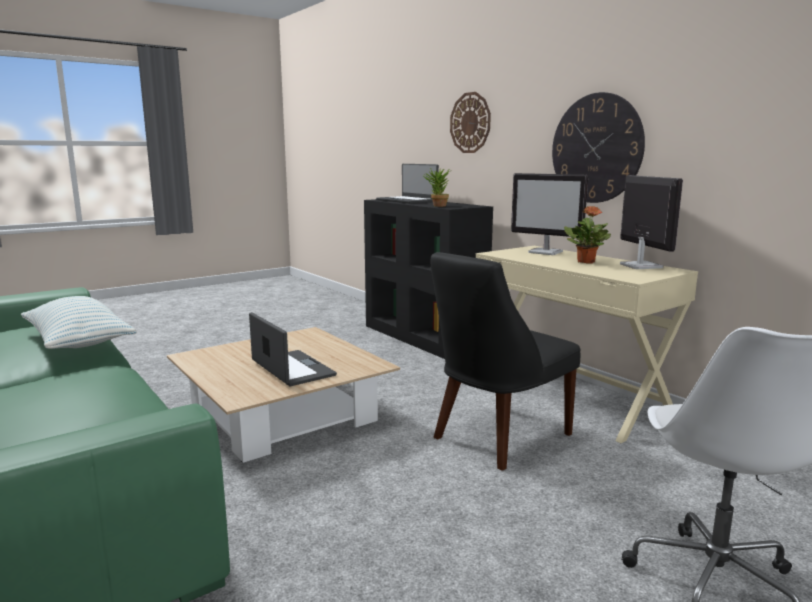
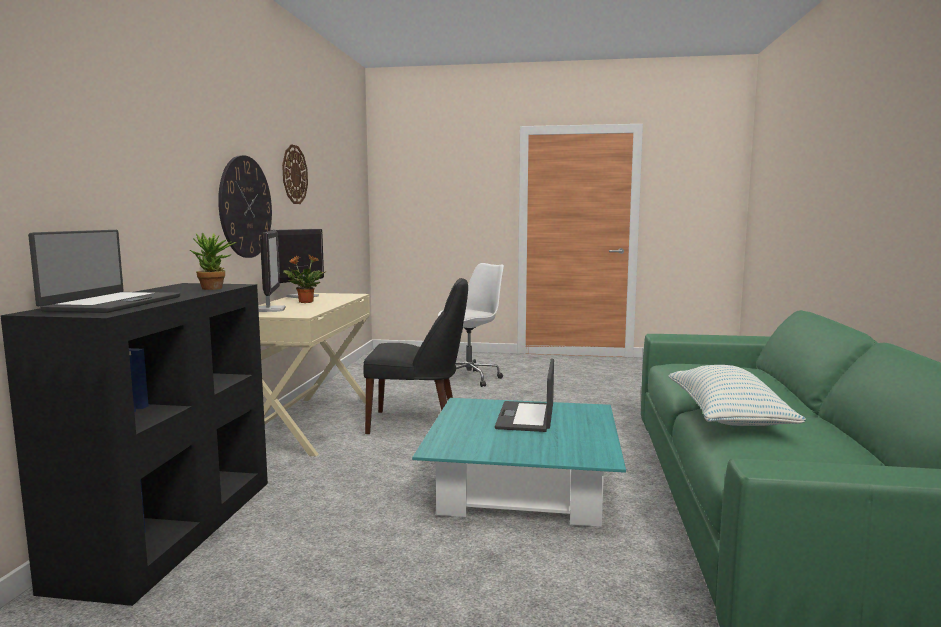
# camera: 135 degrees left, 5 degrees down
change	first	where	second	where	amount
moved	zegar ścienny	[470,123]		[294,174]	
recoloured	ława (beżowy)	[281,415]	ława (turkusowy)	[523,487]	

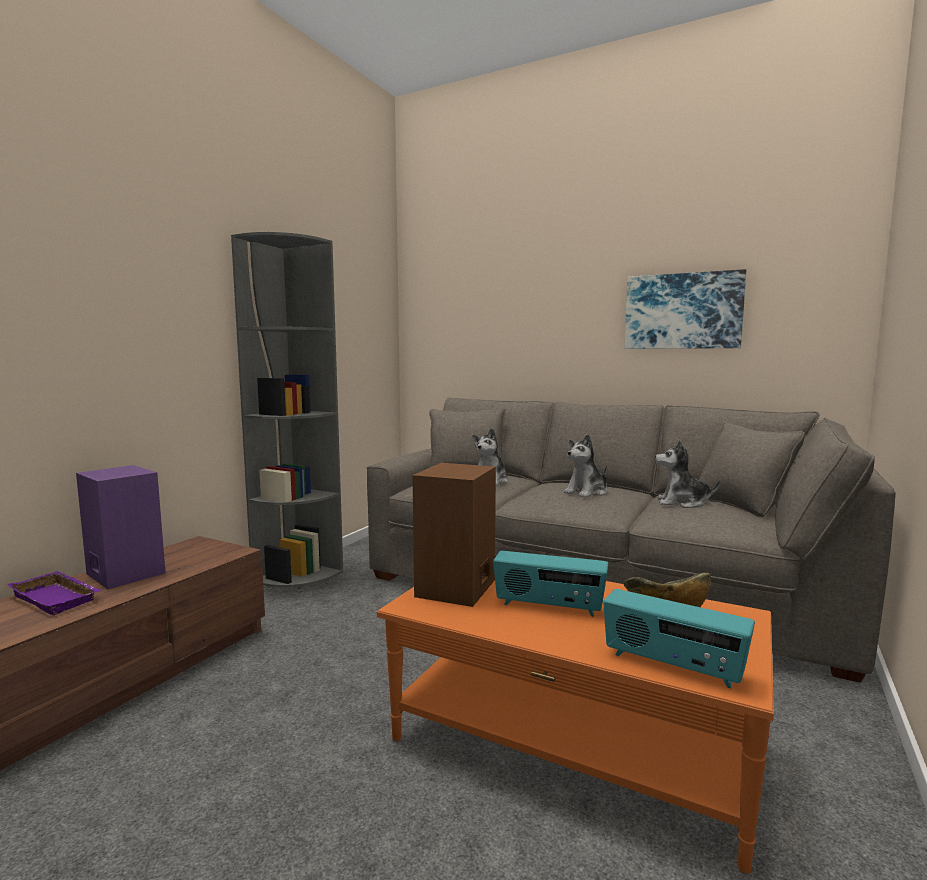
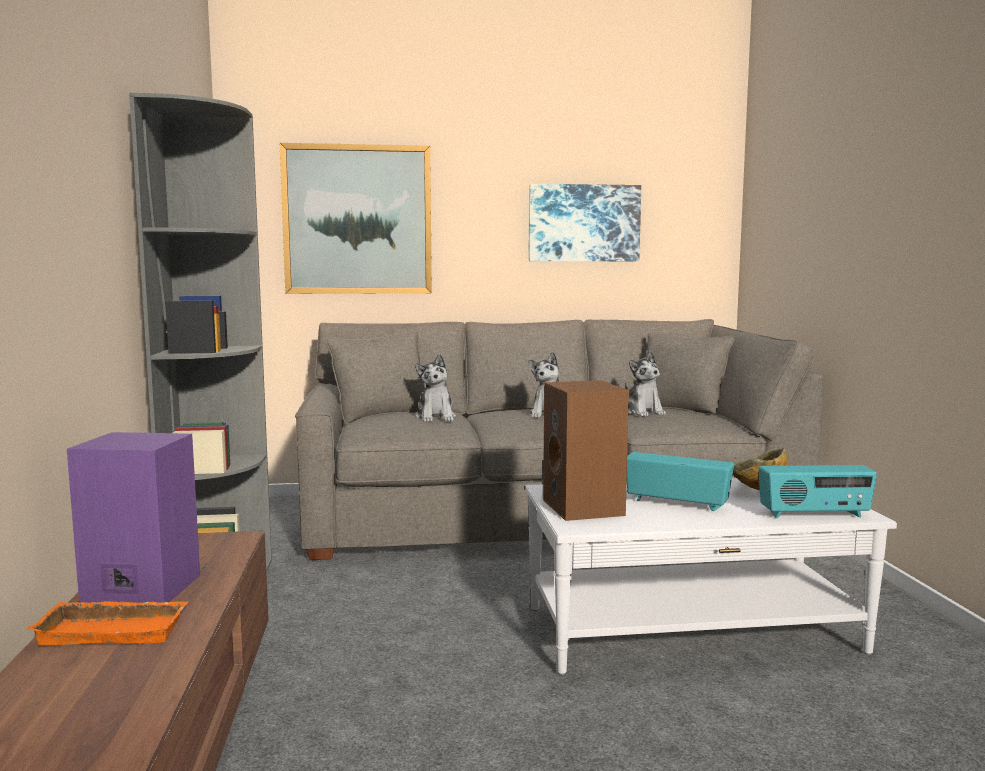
# camera: 35 degrees left, 0 degrees up
change	first	where	second	where	amount
turned	pluszak	[682,503]		[642,412]	90 degrees counterclockwise
turned	radio	[549,607]		[677,503]	135 degrees counterclockwise
recoloured	taca (fioletowy)	[59,598]	taca (pomarańczowy)	[116,630]	
recoloured	ława (pomarańczowy)	[571,747]	ława (biały)	[693,630]	
added			obraz	[357,220]	

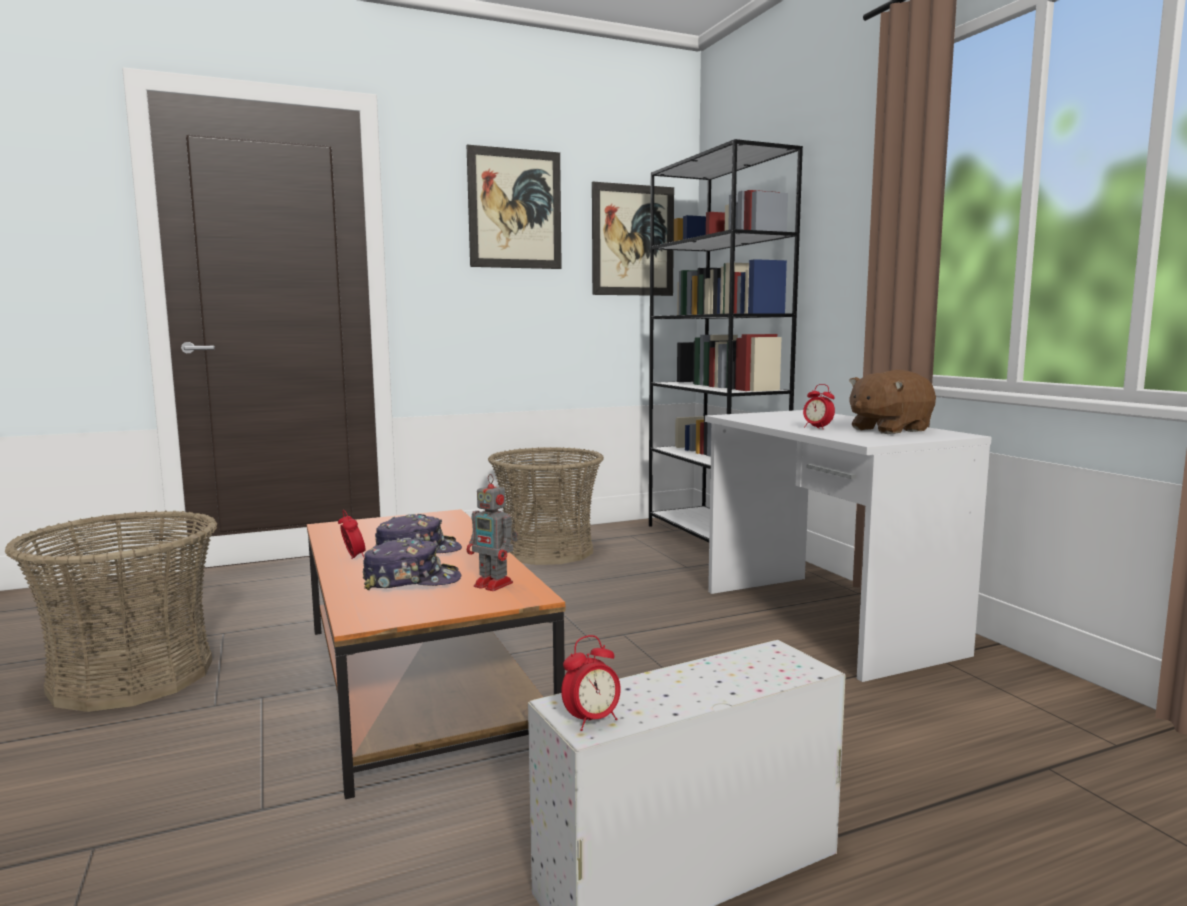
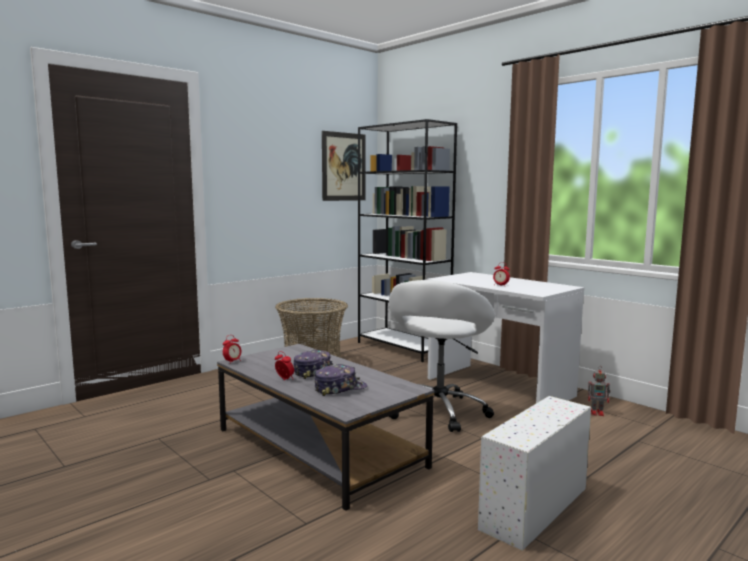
# camera: 20 degrees left, 0 degrees up
change	first	where	second	where	amount
removed	obraz	[515,209]			
removed	pluszak (brązowy)	[888,430]			
moved	robot zabawkowy	[495,585]		[597,413]	
recoloured	ława (pomarańczowy)	[418,681]	ława (szary)	[318,448]	
removed	koszyk	[132,676]			
moved	budzik	[592,721]		[232,361]	
added			krzesło biurowe (biały)	[437,412]	

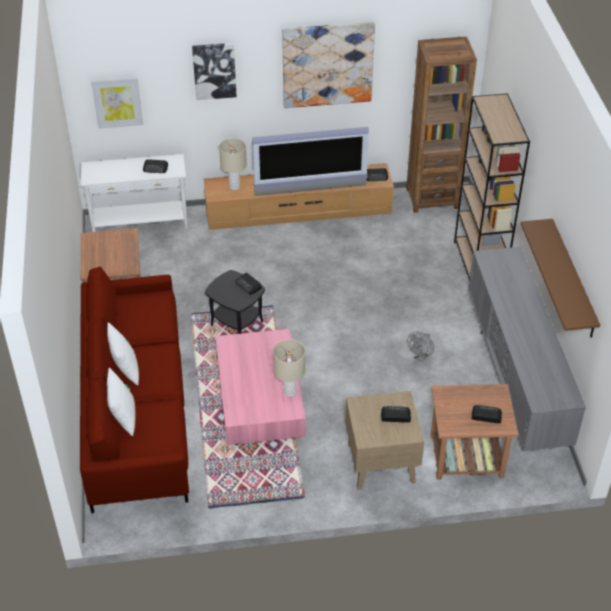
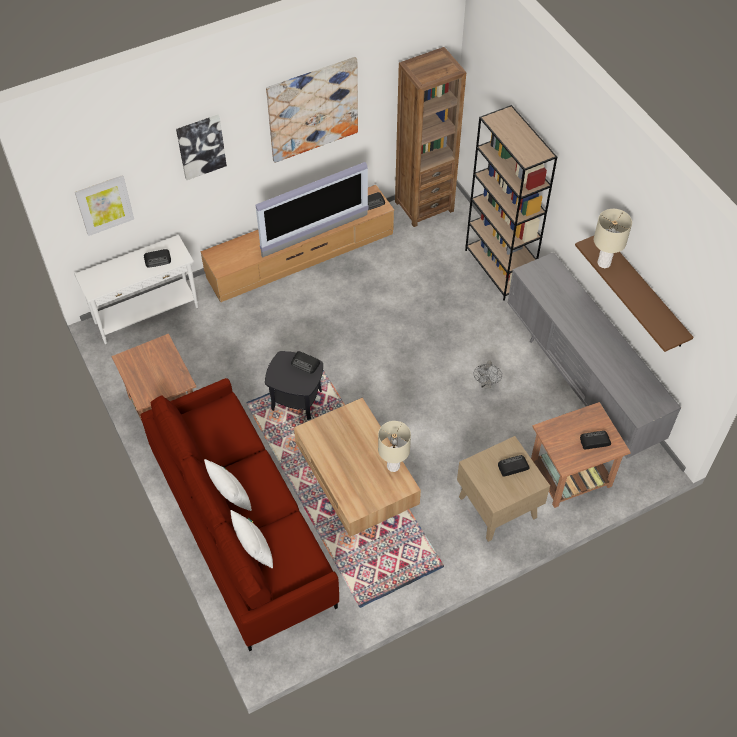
# camera: 20 degrees left, 10 degrees up
change	first	where	second	where	amount
moved	lampa stołowa (beżowy)	[234,186]		[603,263]	
recoloured	ława (różowy)	[260,399]	ława (brązowy)	[356,476]	

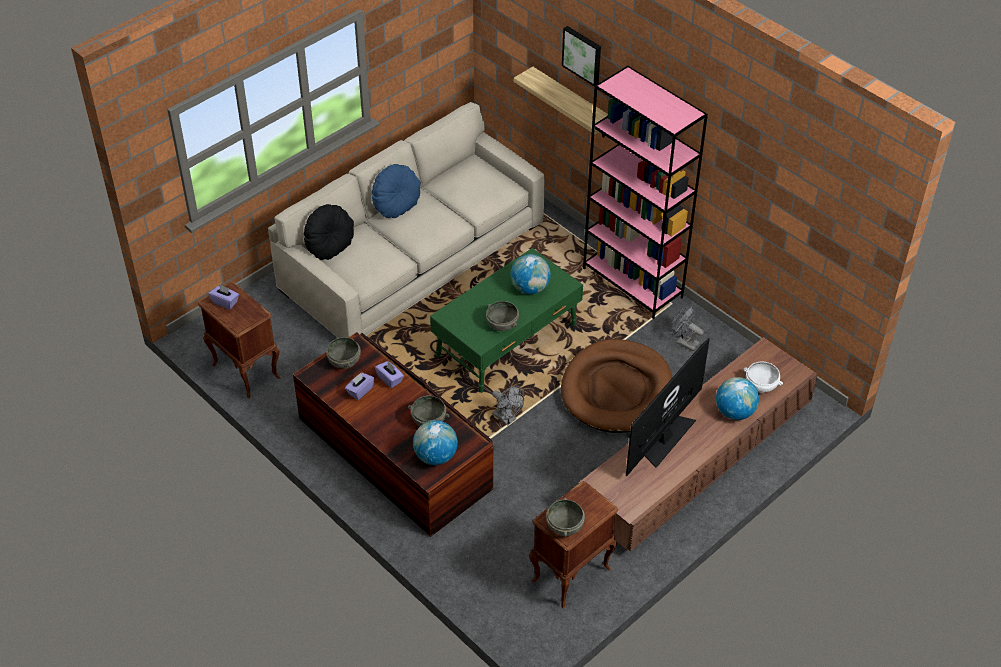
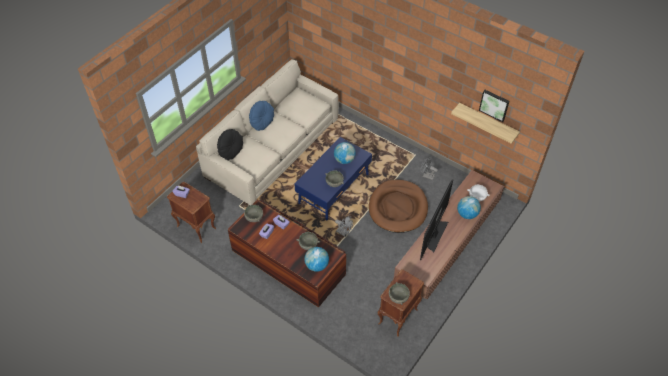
# camera: 10 degrees left, 5 degrees up
change	first	where	second	where	amount
moved	obraz	[583,55]		[494,105]	
removed	regał (różowy)	[633,283]			
moved	półka	[572,103]		[487,123]	
recoloured	ława (zielony)	[507,340]	ława (niebieski)	[334,188]	

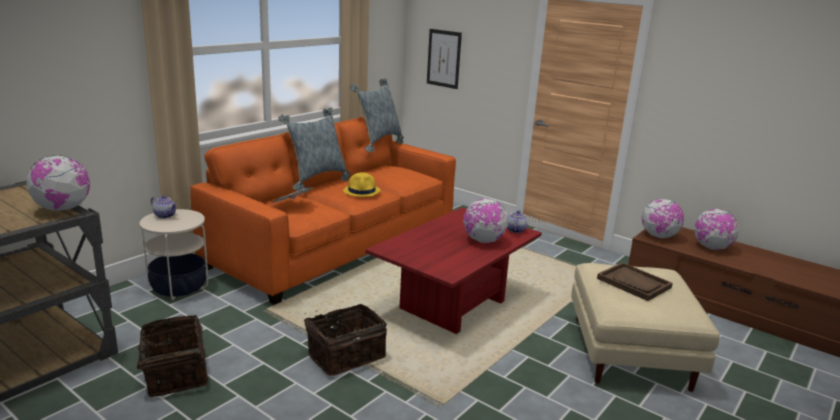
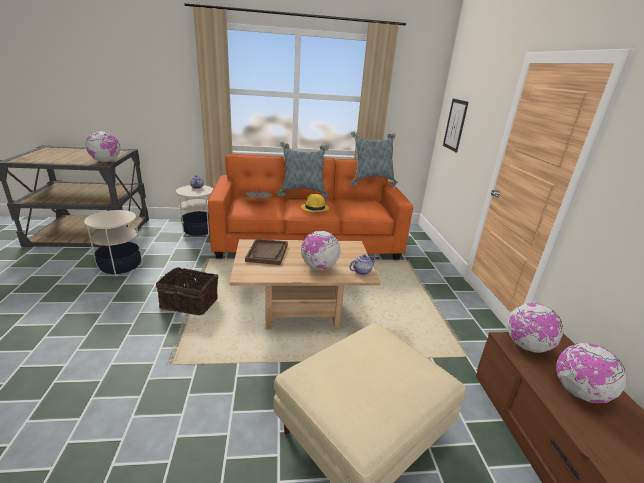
# camera: 45 degrees right, 5 degrees up
change	first	where	second	where	amount
recoloured	ława (czerwony)	[452,305]	ława (beżowy)	[301,310]	
moved	taca (brązowy)	[634,283]		[267,253]	
replaced	koszyk	[174,373]	stolik (beżowy)	[121,267]	

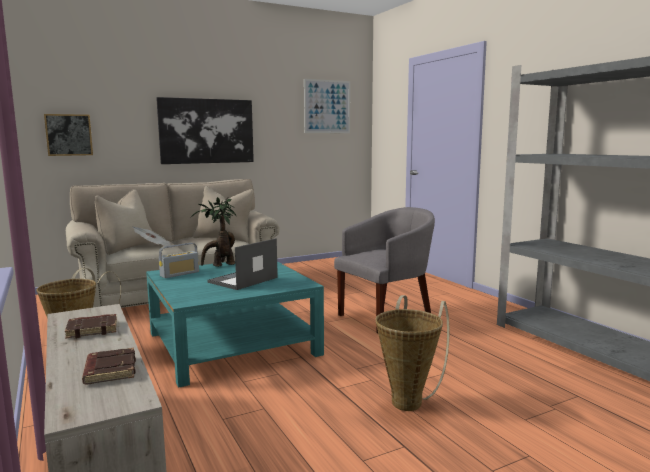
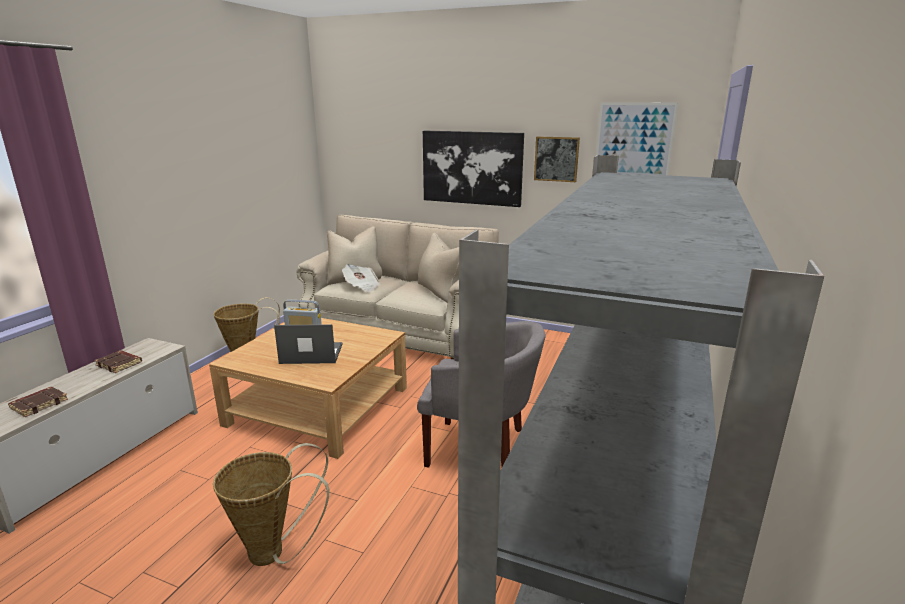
# camera: 50 degrees right, 10 degrees up
change	first	where	second	where	amount
moved	obraz	[69,135]		[556,159]	
removed	roślina doniczkowa	[220,265]			
recoloured	ława (turkusowy)	[232,343]	ława (beżowy)	[319,406]	

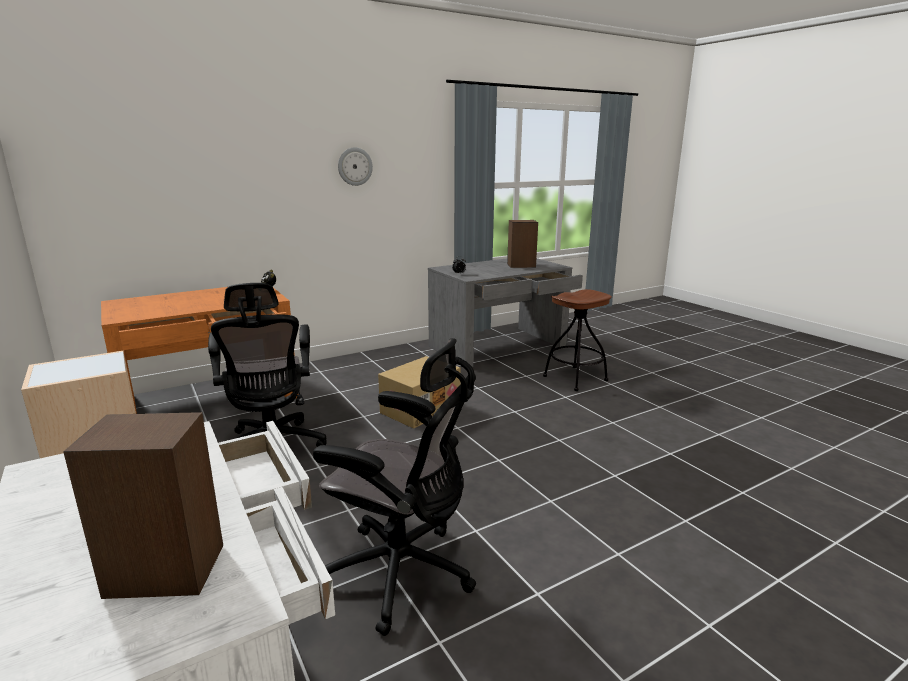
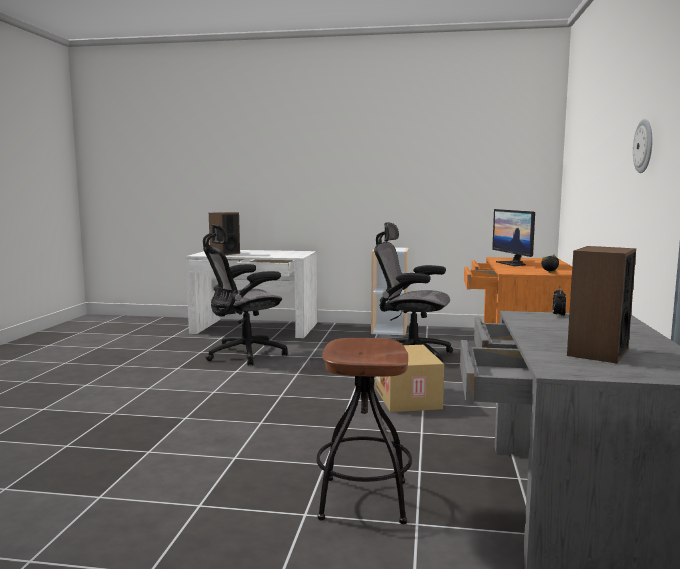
# camera: 130 degrees right, 10 degrees down
change	first	where	second	where	amount
added			monitor	[512,264]	

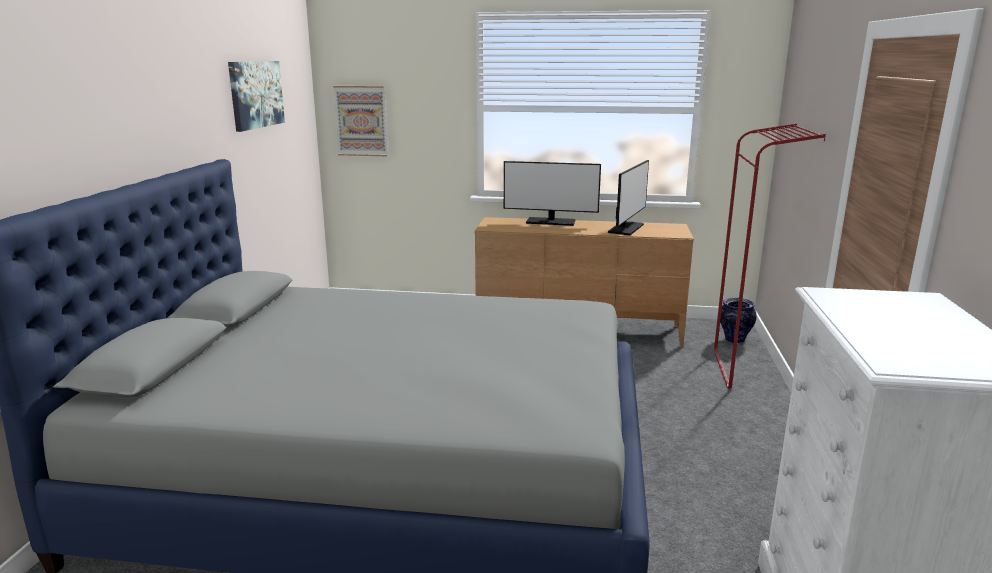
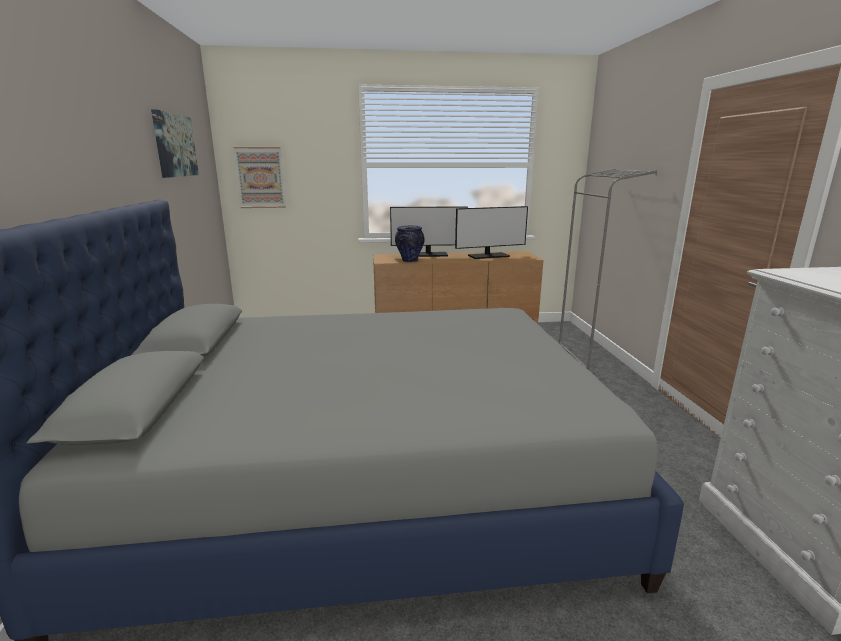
# camera: 15 degrees left, 0 degrees up
change	first	where	second	where	amount
recoloured	wieszak (czerwony)	[747,371]	wieszak (szary)	[590,355]	
turned	monitor	[626,228]		[488,256]	60 degrees clockwise
moved	wazon	[734,340]		[409,261]	

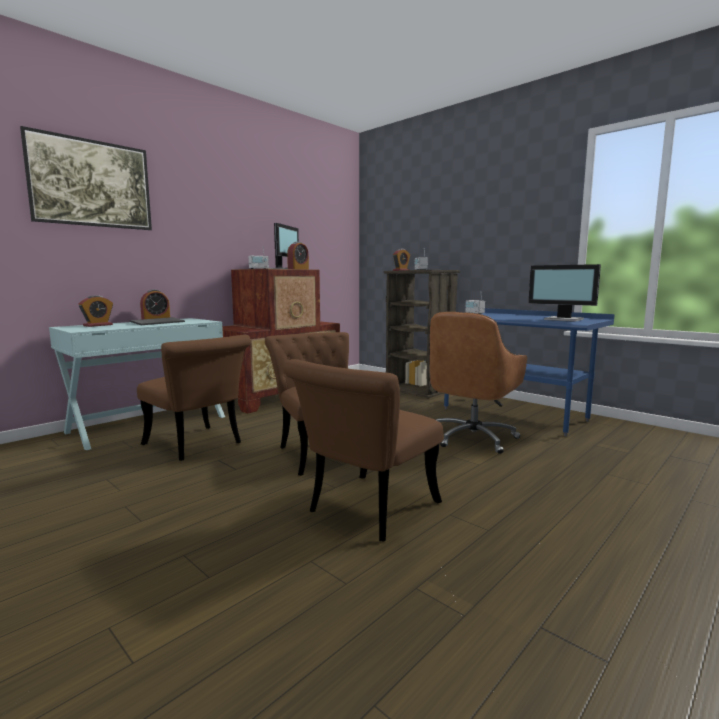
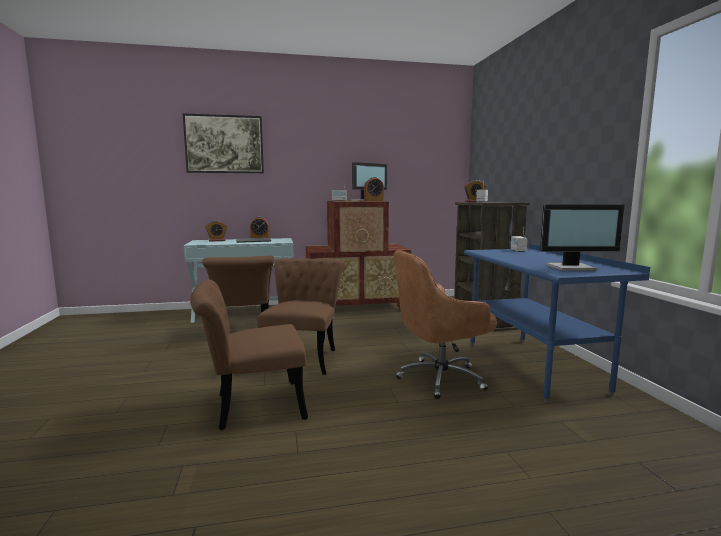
# camera: 35 degrees right, 0 degrees up
change	first	where	second	where	amount
turned	monitor	[564,319]		[572,268]	75 degrees counterclockwise

